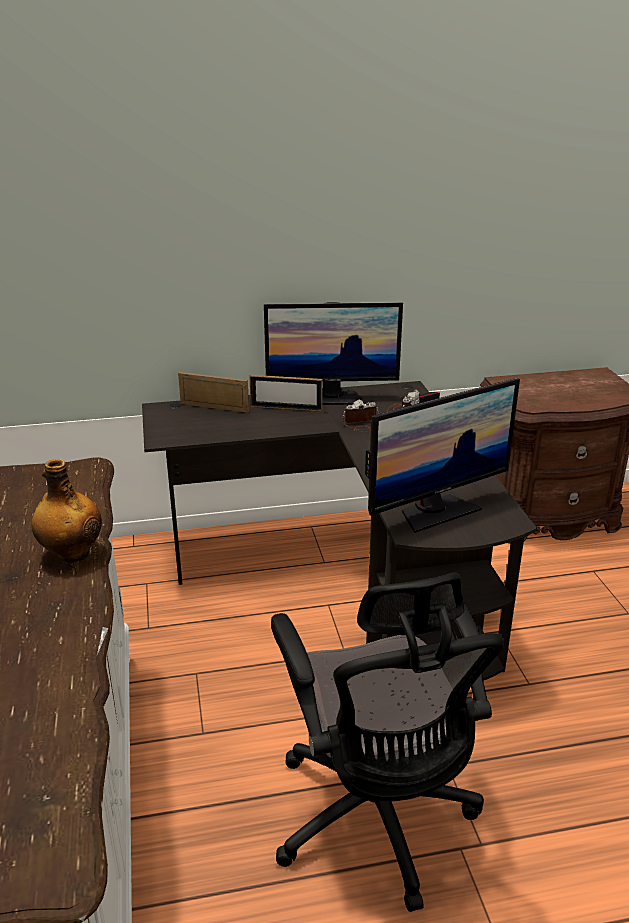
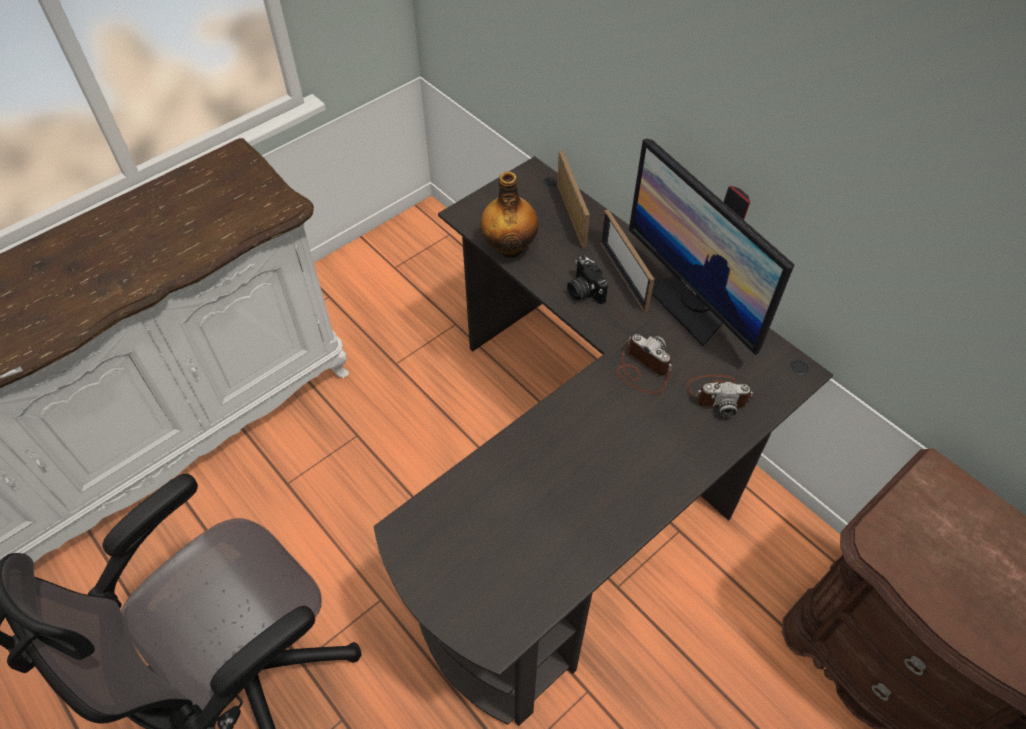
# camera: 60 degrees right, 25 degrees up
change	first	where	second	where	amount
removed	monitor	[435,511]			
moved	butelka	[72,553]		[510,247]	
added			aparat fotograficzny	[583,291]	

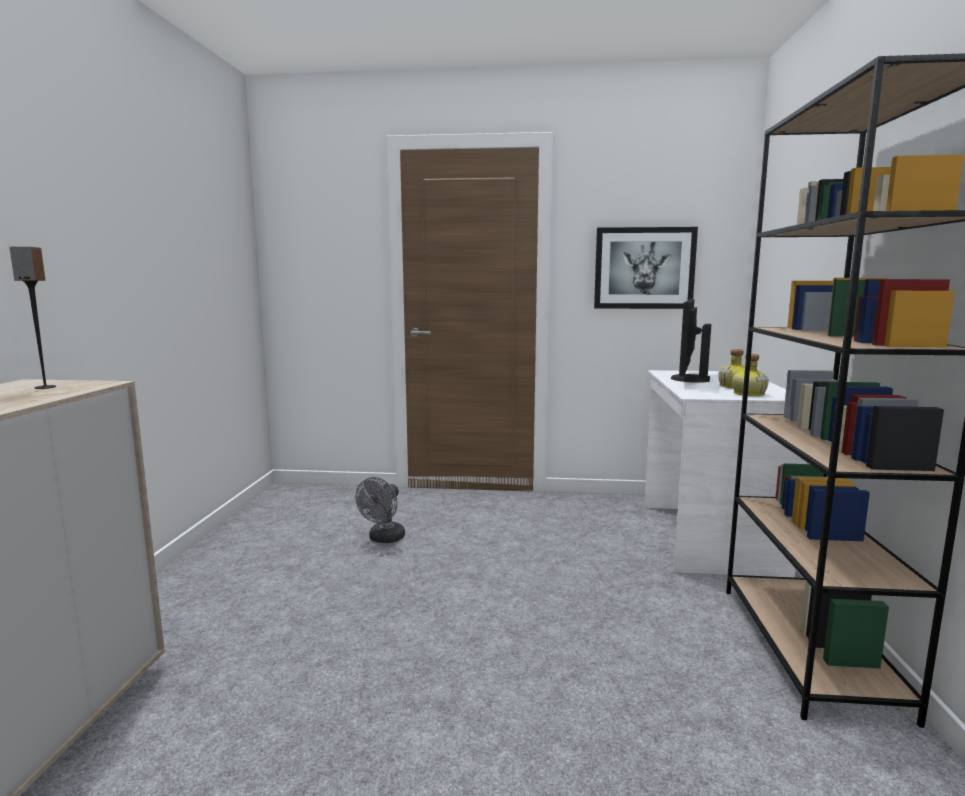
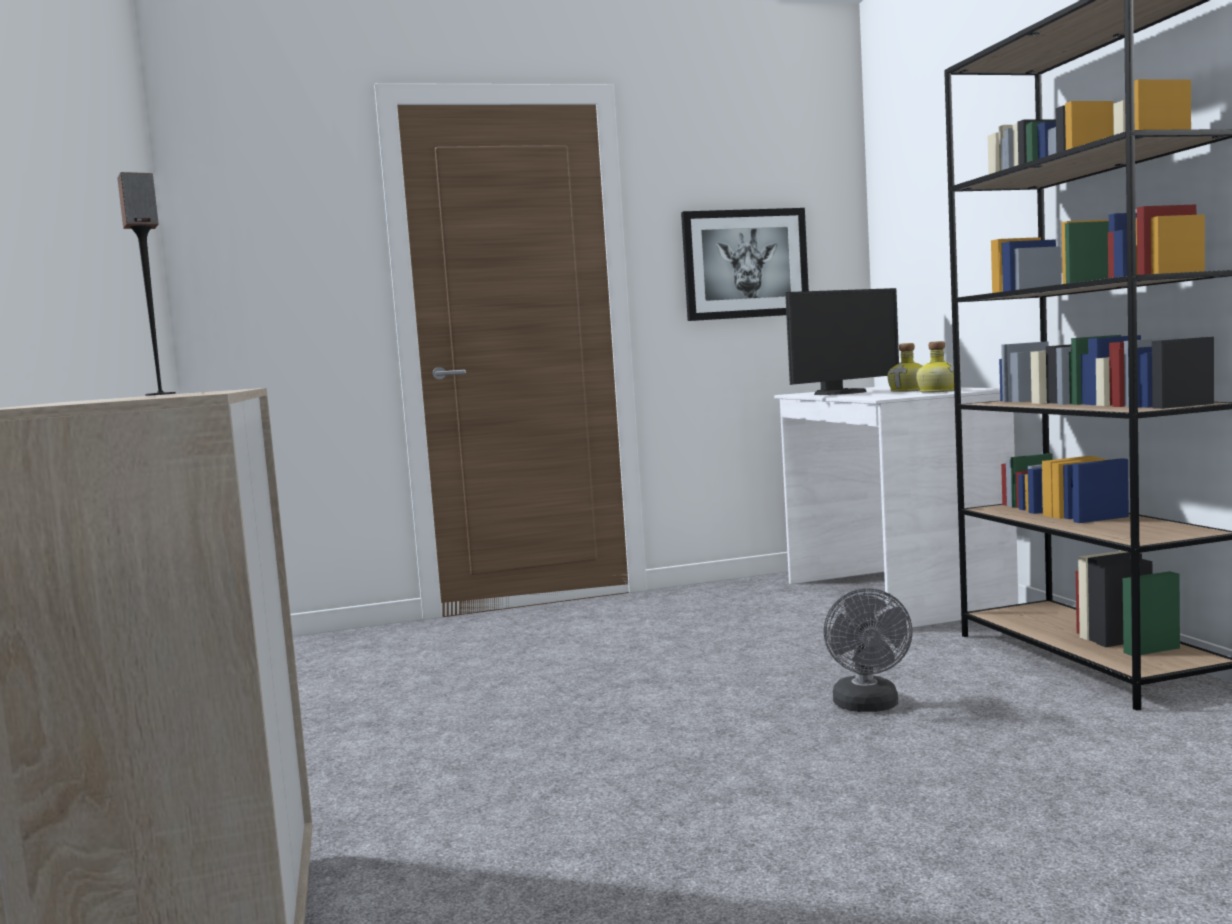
# camera: 20 degrees left, 5 degrees down
change	first	where	second	where	amount
turned	monitor	[688,379]		[842,393]	120 degrees counterclockwise
moved	wentylator (szary)	[384,539]		[868,706]	

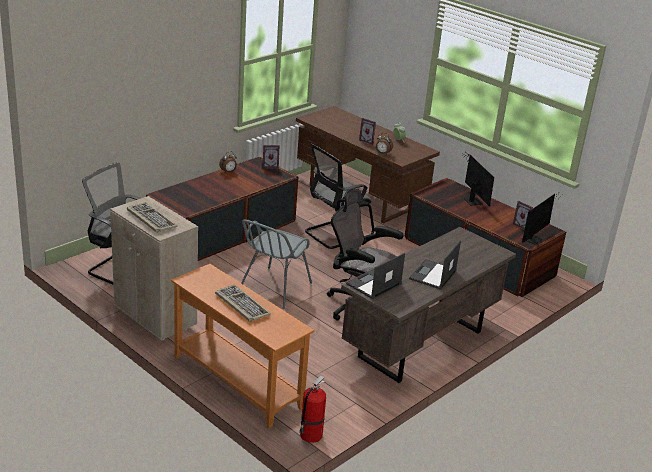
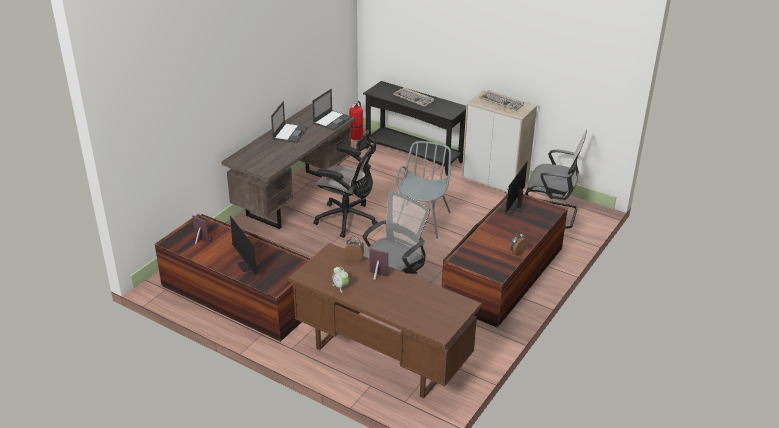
# camera: 170 degrees right, 5 degrees up
change	first	where	second	where	amount
removed	ramka na zdjęcie	[270,166]			
moved	monitor	[534,238]		[515,208]	
recoloured	stolik konsolowy (pomarańczowy)	[236,382]	stolik konsolowy (czarny)	[414,155]	

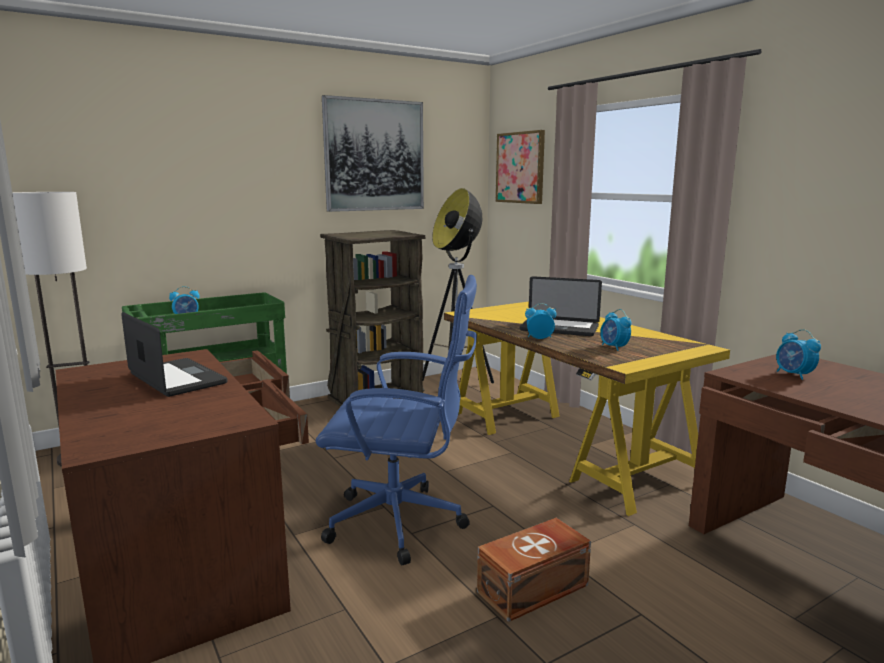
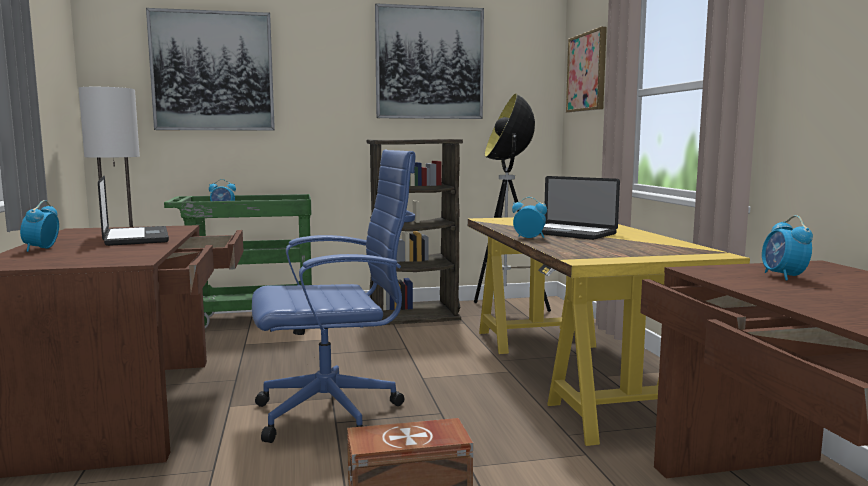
# camera: 20 degrees right, 5 degrees down
change	first	where	second	where	amount
turned	krzesło biurowe (niebieski)	[402,523]		[335,413]	45 degrees counterclockwise
moved	budzik	[614,347]		[41,249]	
added			obraz	[213,71]	

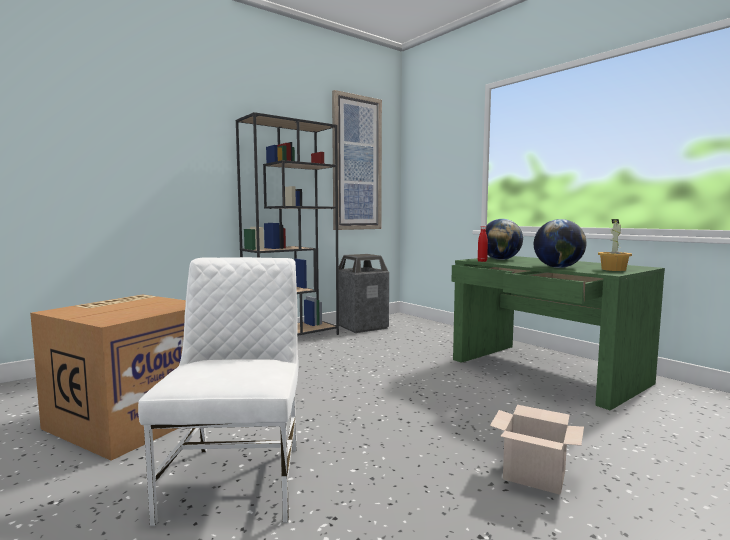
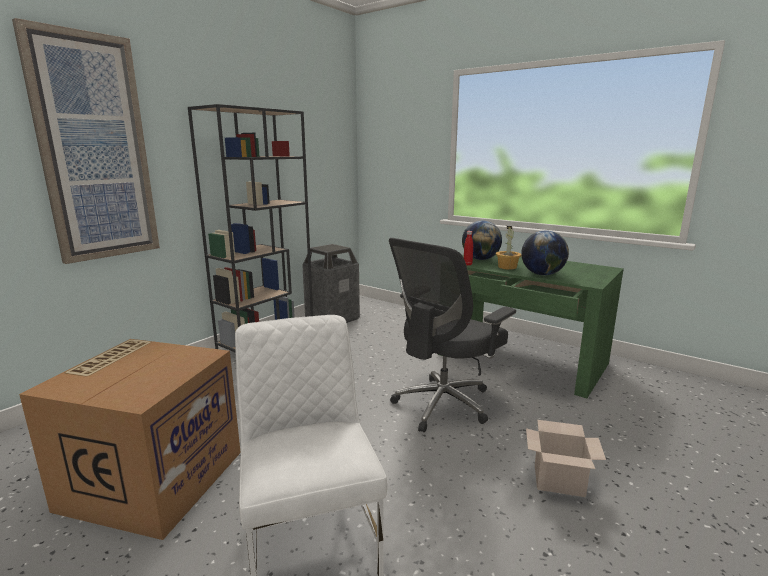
# camera: 15 degrees left, 10 degrees up
change	first	where	second	where	amount
moved	obraz	[356,163]		[94,150]	
moved	roślina doniczkowa	[613,269]		[507,267]	
added			krzesło biurowe	[443,403]	

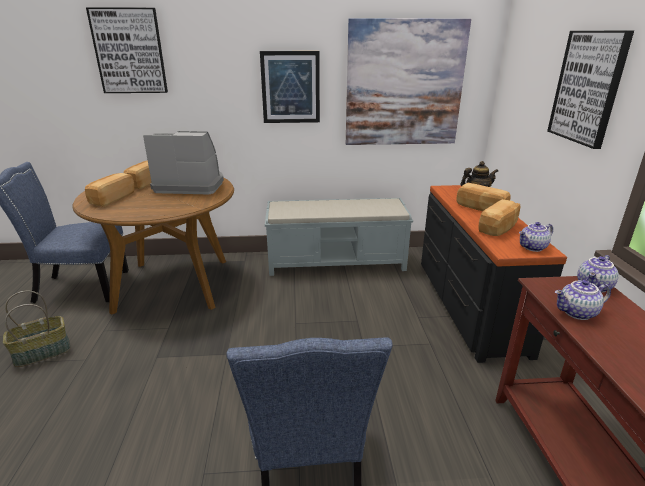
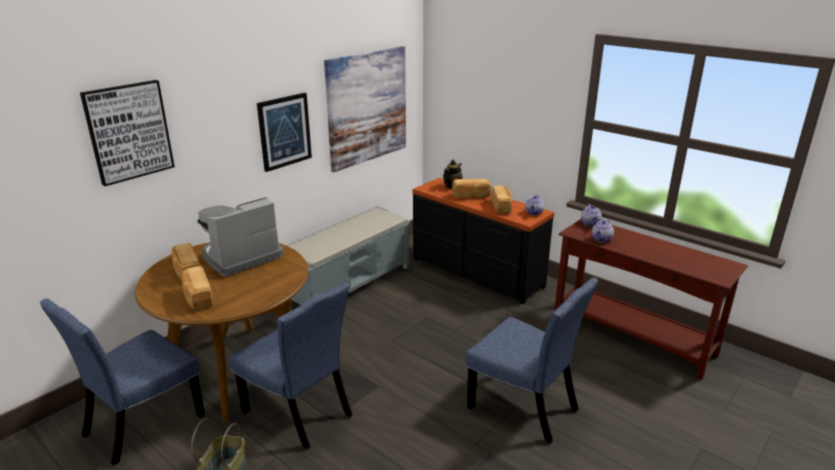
# camera: 45 degrees left, 0 degrees up
change	first	where	second	where	amount
removed	obraz	[588,87]			
added			krzesło (niebieski)	[298,410]	

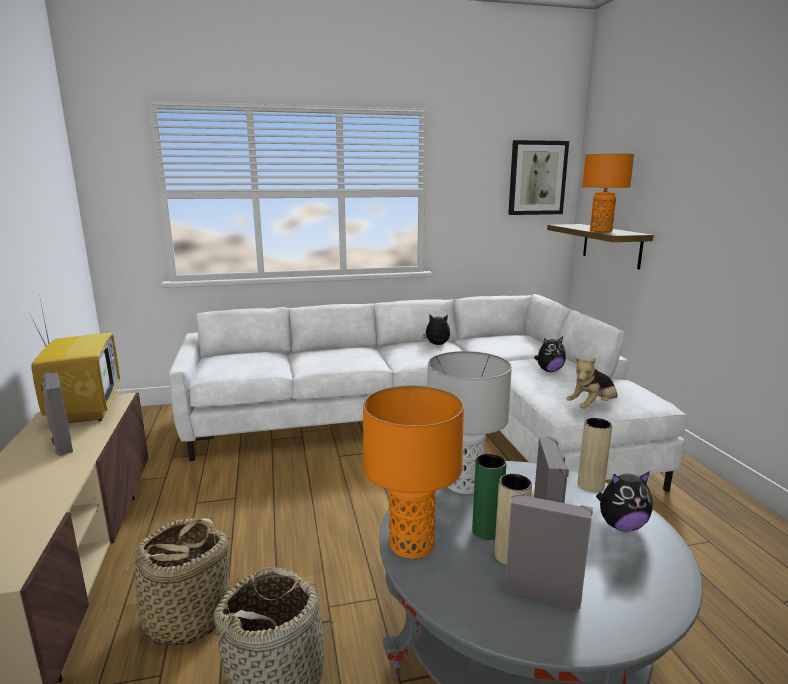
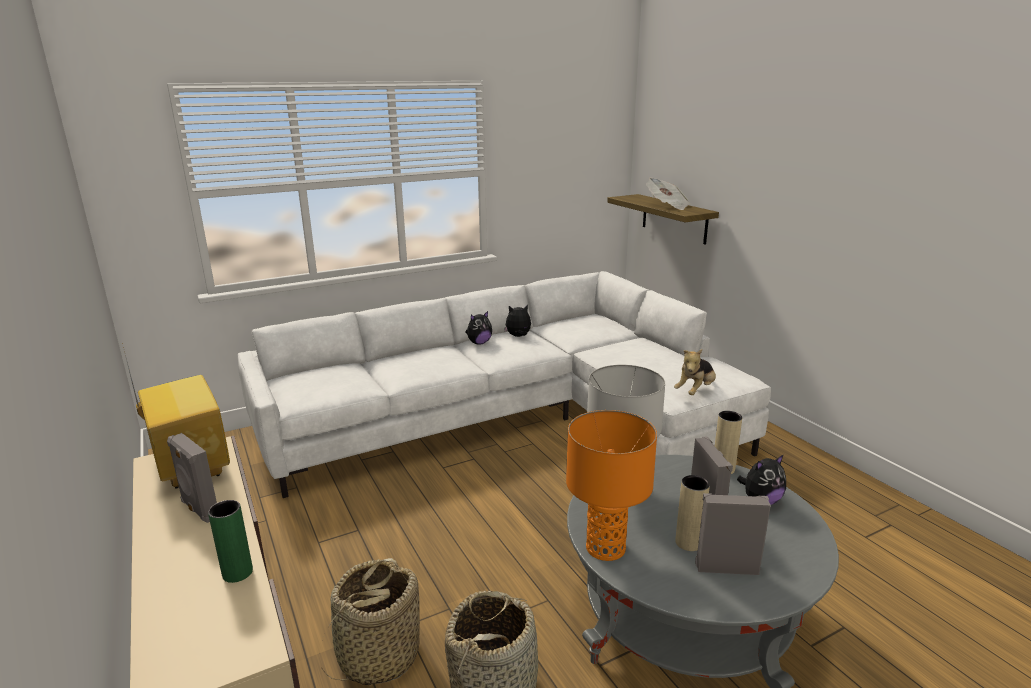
# camera: 15 degrees left, 5 degrees up
change	first	where	second	where	amount
removed	obraz	[537,178]			
replaced	lampa stołowa (pomarańczowy)	[601,230]	gazeta	[667,206]	
moved	pluszak	[549,370]		[479,343]	
moved	wazon (zielony)	[486,531]		[237,573]	

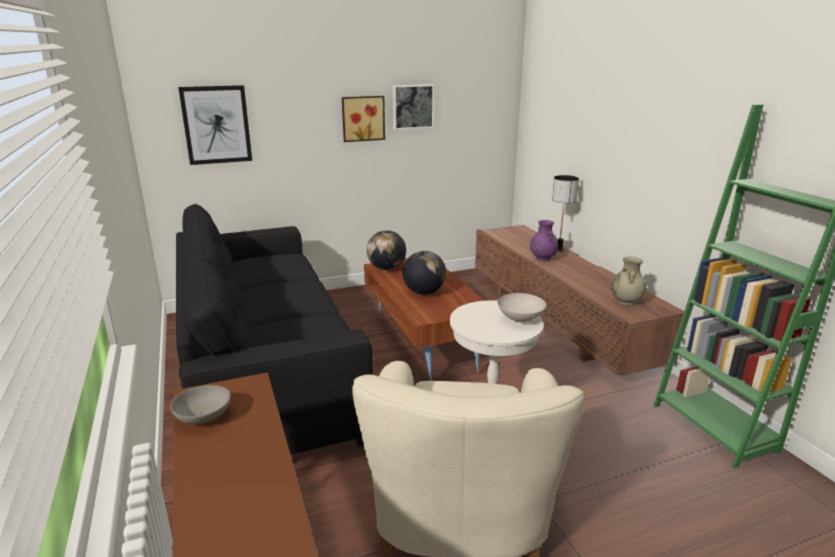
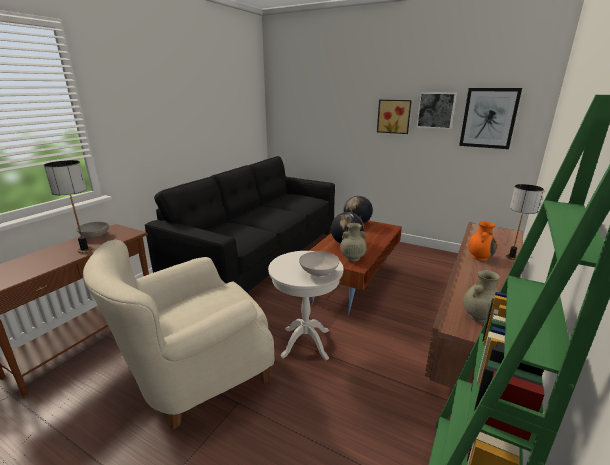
# camera: 50 degrees right, 0 degrees up
change	first	where	second	where	amount
moved	obraz	[216,125]		[489,118]	
recoloured	wazon (fioletowy)	[542,258]	wazon (pomarańczowy)	[479,257]	
added			lampa stołowa	[85,250]	
added			wazon (beżowy)	[352,258]	

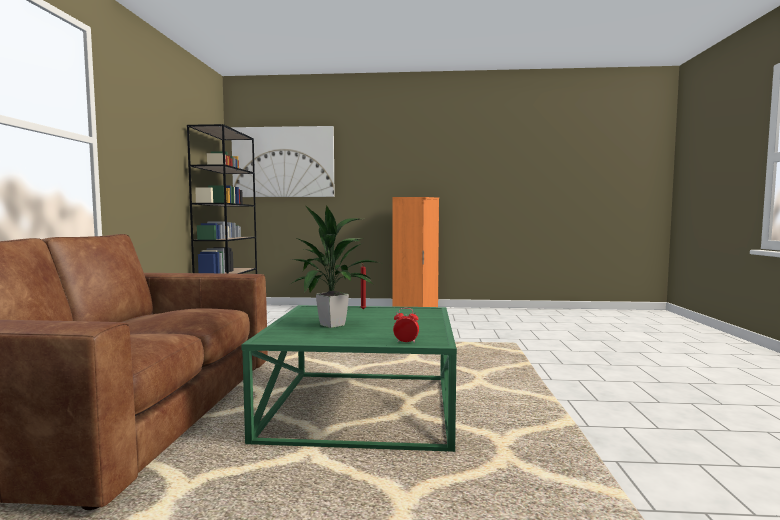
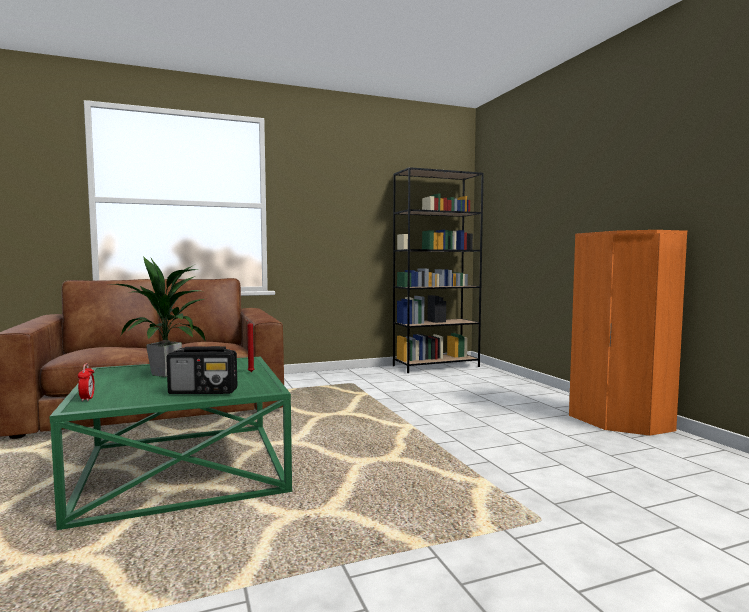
# camera: 65 degrees right, 0 degrees up
change	first	where	second	where	amount
removed	obraz	[283,162]			
added			radio	[204,391]	

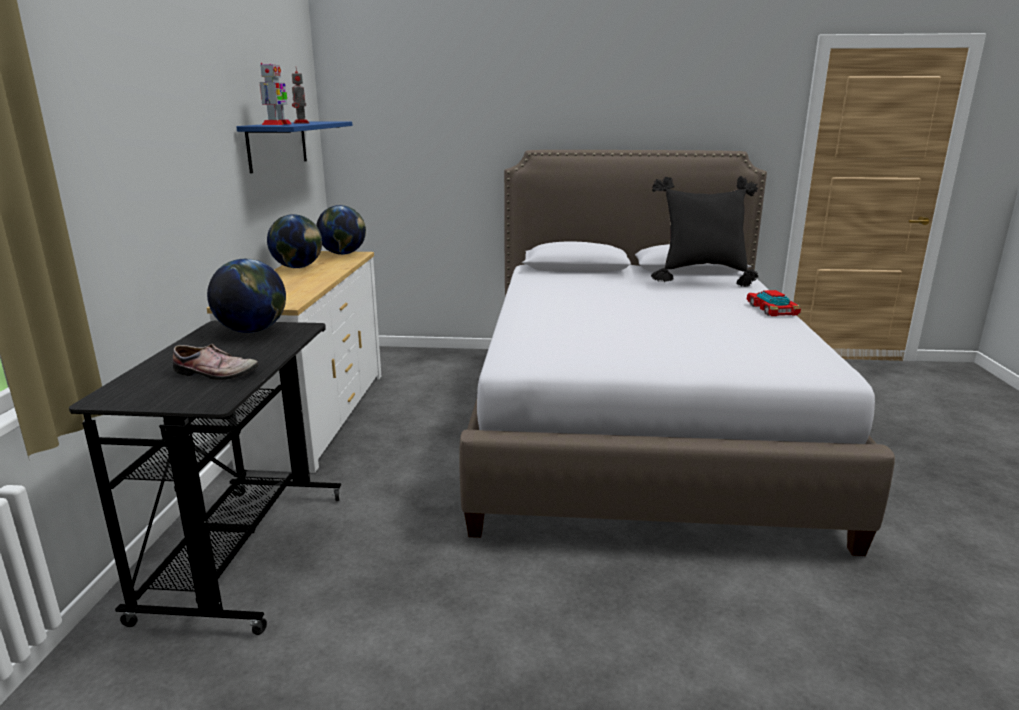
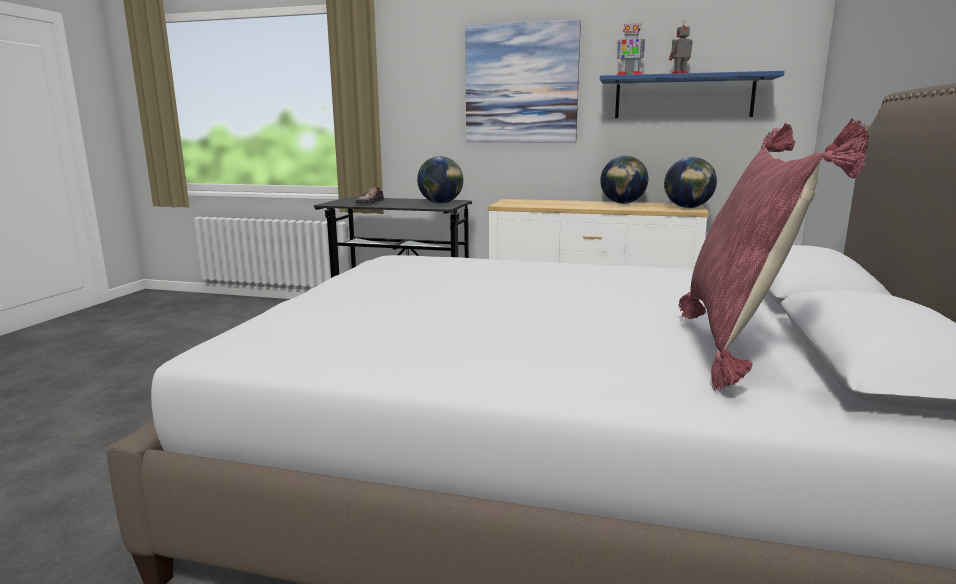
# camera: 100 degrees right, 5 degrees down
change	first	where	second	where	amount
recoloured	poduszka (czarny)	[699,282]	poduszka (czerwony)	[741,356]	
removed	samochodzik	[772,309]			
added			obraz	[521,84]	

